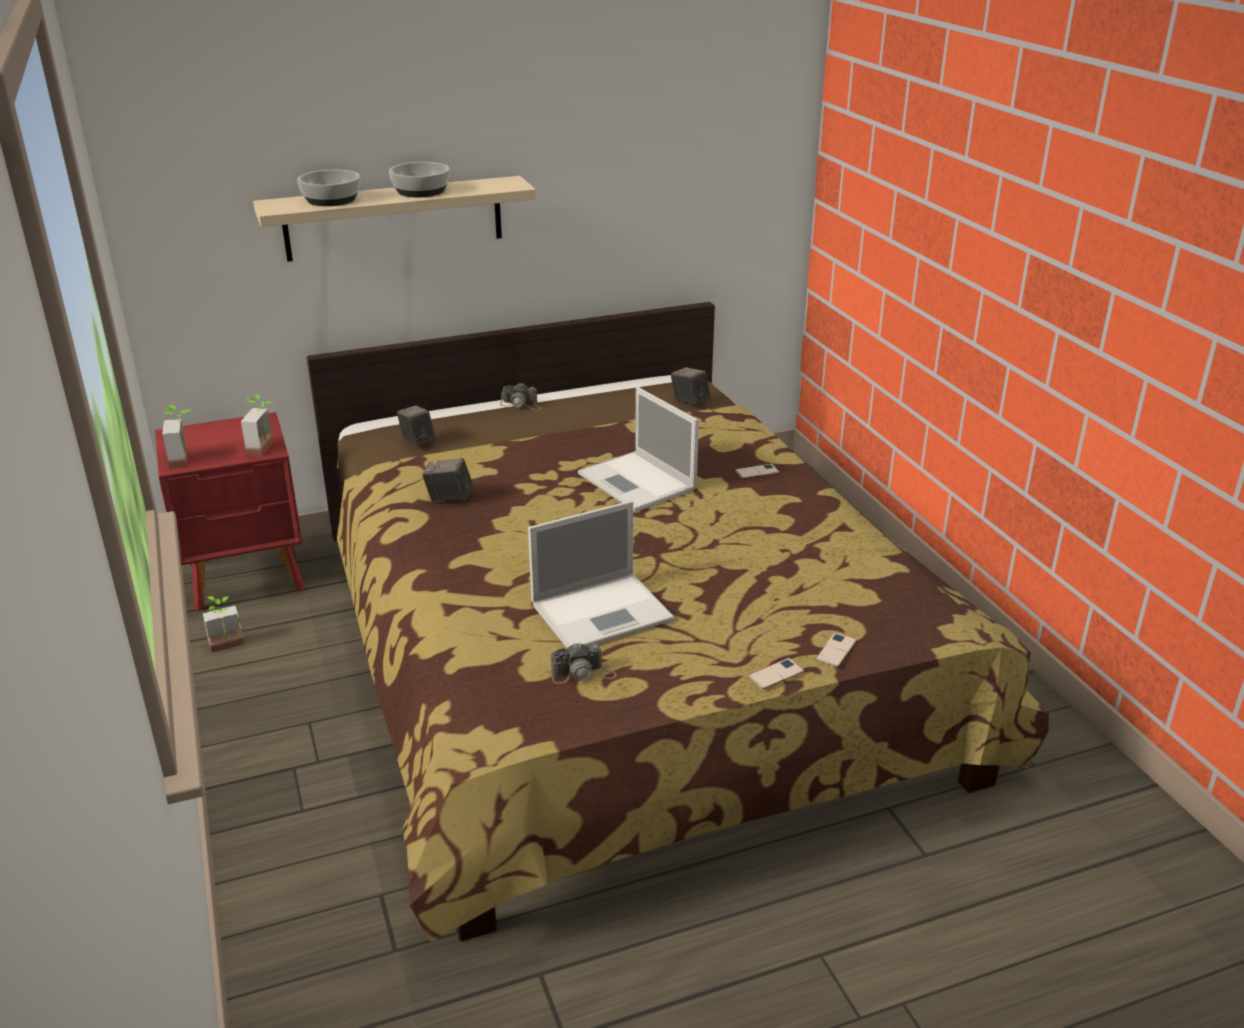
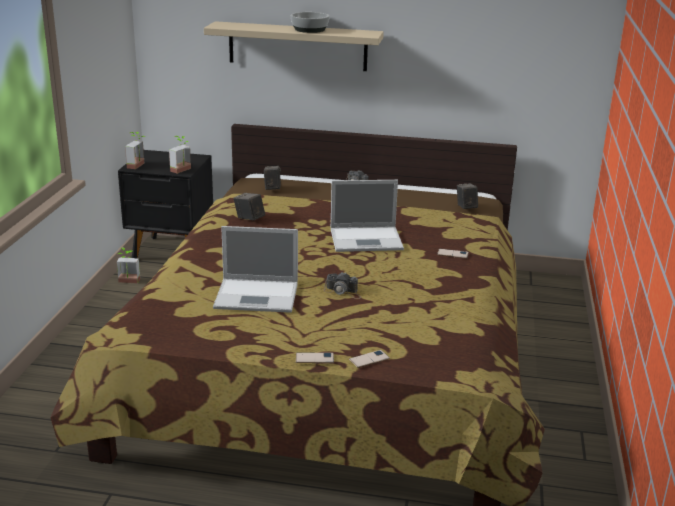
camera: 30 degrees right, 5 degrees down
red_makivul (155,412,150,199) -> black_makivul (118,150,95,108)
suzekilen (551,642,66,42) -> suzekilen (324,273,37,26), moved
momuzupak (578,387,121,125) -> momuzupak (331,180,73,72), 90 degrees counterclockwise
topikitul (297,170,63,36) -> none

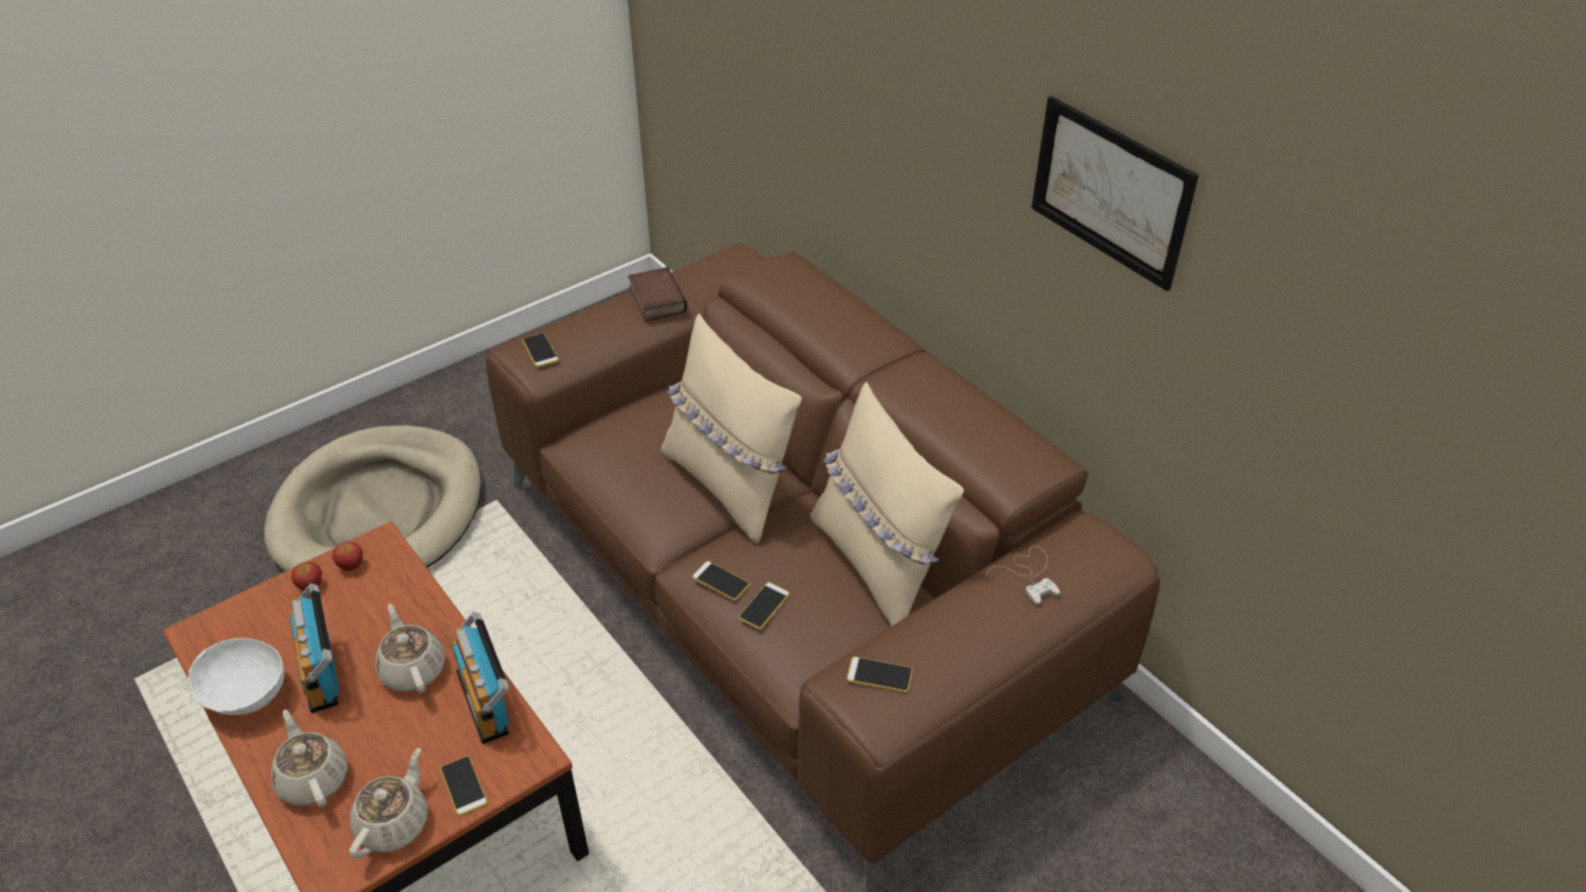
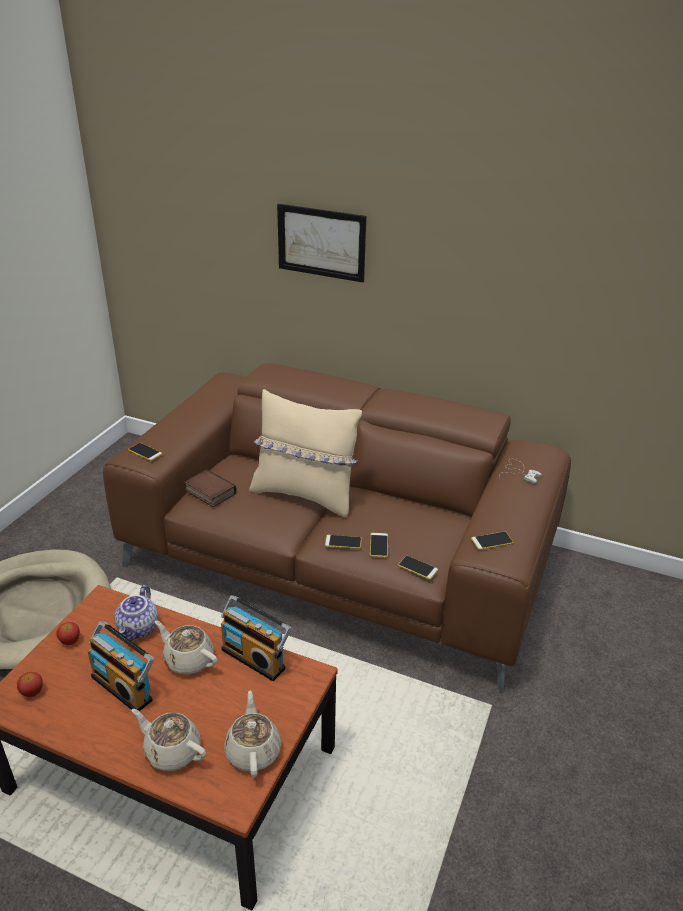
camera: 30 degrees left, 10 degrees down
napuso (333,541,30,30) -> napuso (17,672,26,26), moved
none -> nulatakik (115,585,43,56)
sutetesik (628,267,59,54) -> sutetesik (184,469,53,38), moved
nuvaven (1031,96,168,195) -> nuvaven (277,204,89,79), moved
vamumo (440,756,48,60) -> vamumo (398,556,40,24), moved
white_topikitul (188,638,96,77) -> none
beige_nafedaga (810,382,154,244) -> none

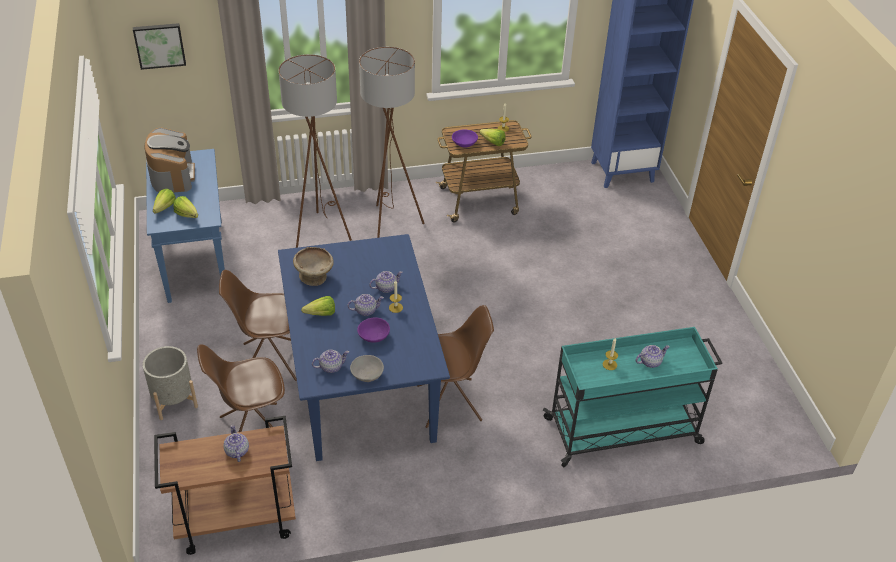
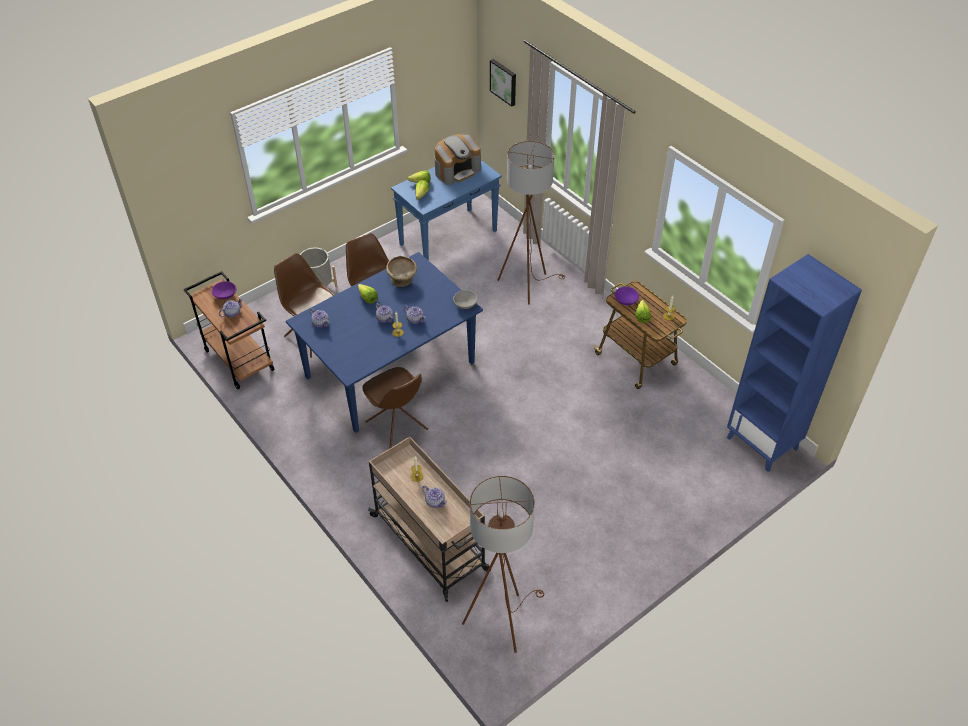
camera: 65 degrees right, 5 degrees up
purple_topikitul (357,317,33,26) -> purple_topikitul (212,281,24,19), moved
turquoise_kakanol (543,327,179,140) -> beige_kakanol (368,437,122,165)
grey_topikitul (350,355,34,27) -> grey_topikitul (453,290,25,19), moved
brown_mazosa (359,47,66,191) -> brown_mazosa (462,476,82,177), moved

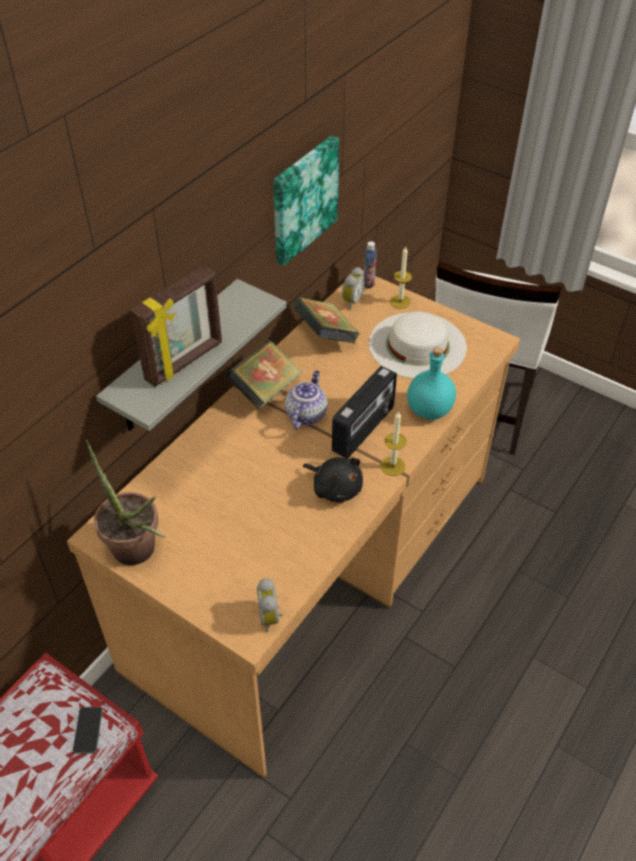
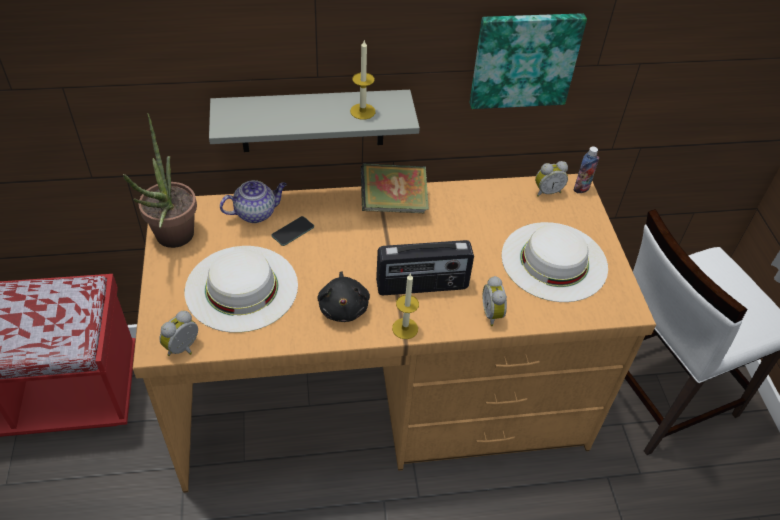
camera: 45 degrees right, 0 degrees up
none -> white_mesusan (185,246,113,87)
nulatakik (285,371,42,58) -> nulatakik (220,180,67,43), moved
vamumo (73,707,30,46) -> vamumo (271,216,43,30), moved
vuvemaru (390,247,22,62) -> vuvemaru (350,40,25,80), moved
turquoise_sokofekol (407,347,49,73) -> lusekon (483,276,24,50)
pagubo (131,265,91,122) -> none
sutetesik (293,297,67,46) -> none

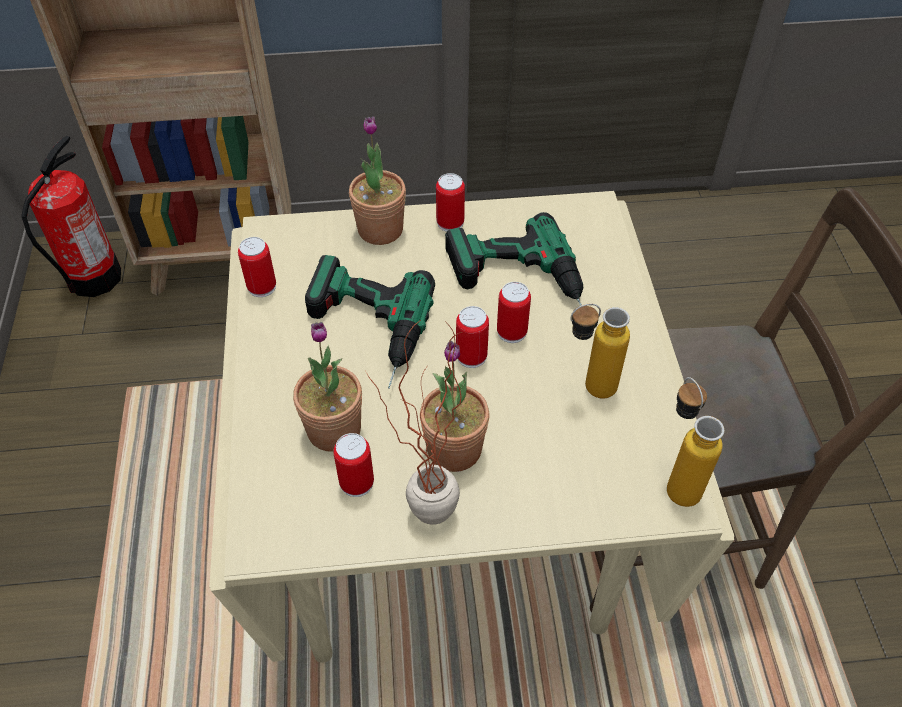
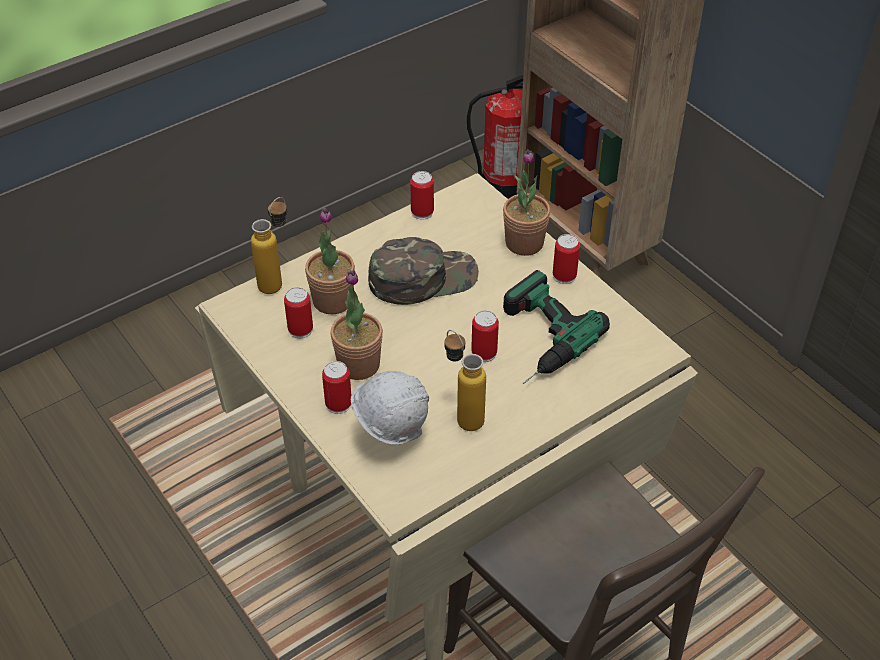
camera: 60 degrees right, 5 degrees down
sokofekol (667,377,58,130) -> sokofekol (251,197,36,97), moved
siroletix (456,306,33,62) -> siroletix (322,361,29,53), moved
none -> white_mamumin (351,371,78,75)
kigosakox (305,255,130,134) -> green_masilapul (368,237,111,68)
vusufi (366,320,96,205) -> none

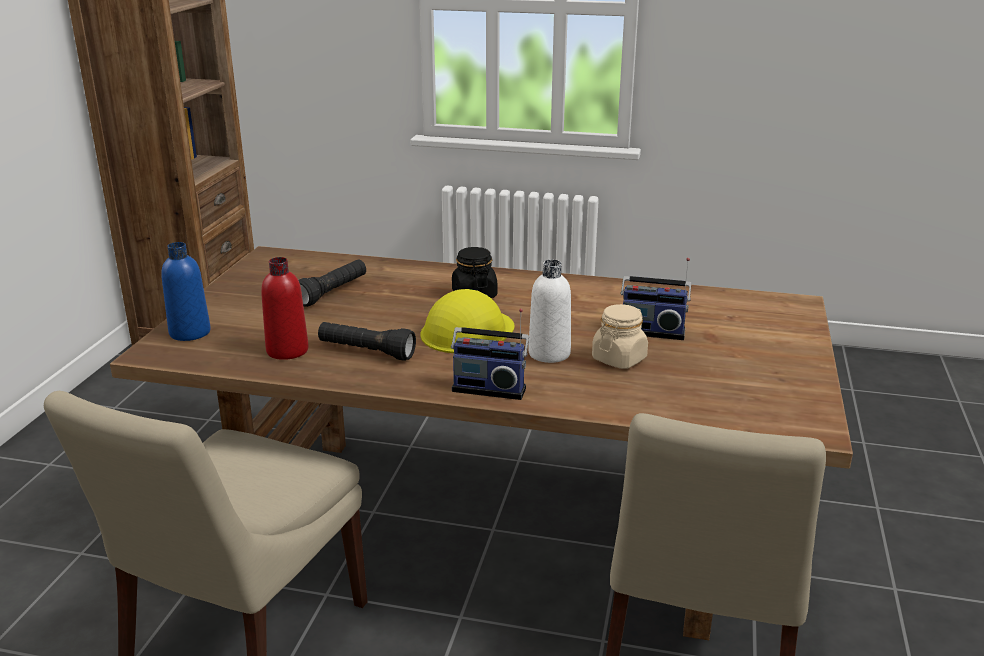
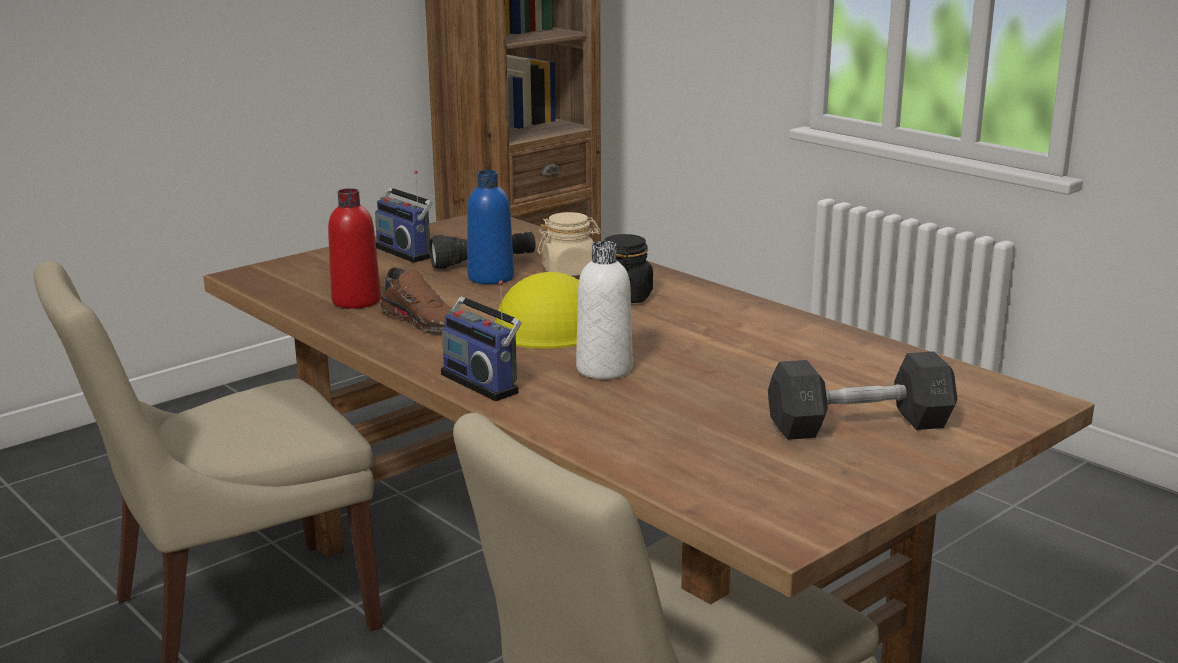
camera: 35 degrees right, 5 degrees down
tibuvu (620,258,71,82) -> tibuvu (375,170,57,93), moved
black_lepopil (318,322,98,39) -> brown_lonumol (380,267,72,65)
blue_sokofekol (161,242,50,99) -> blue_sokofekol (467,170,47,114), moved
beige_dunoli (592,304,56,65) -> beige_dunoli (538,212,63,64), moved
none -> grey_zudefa (768,351,190,89)

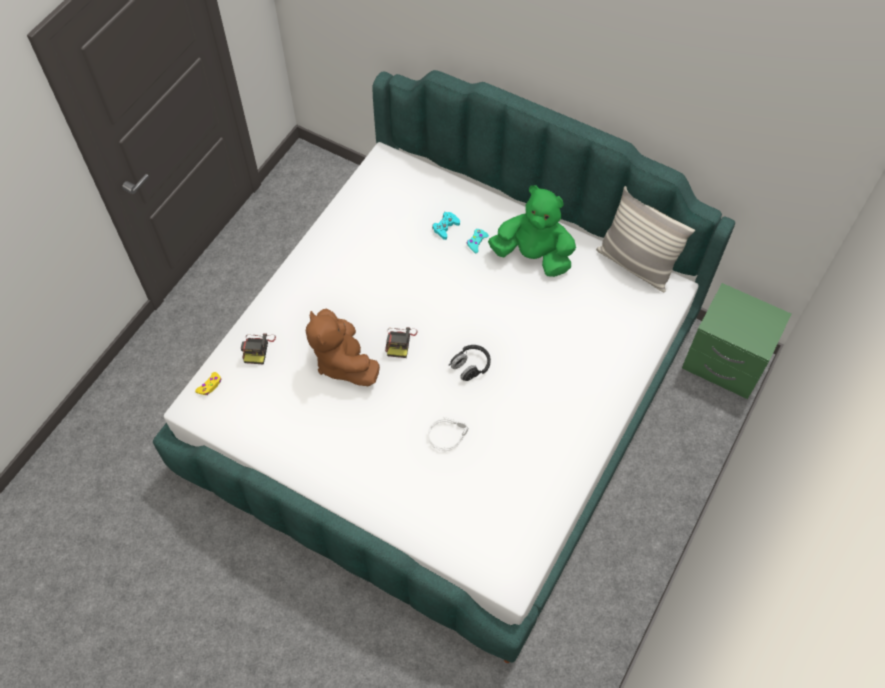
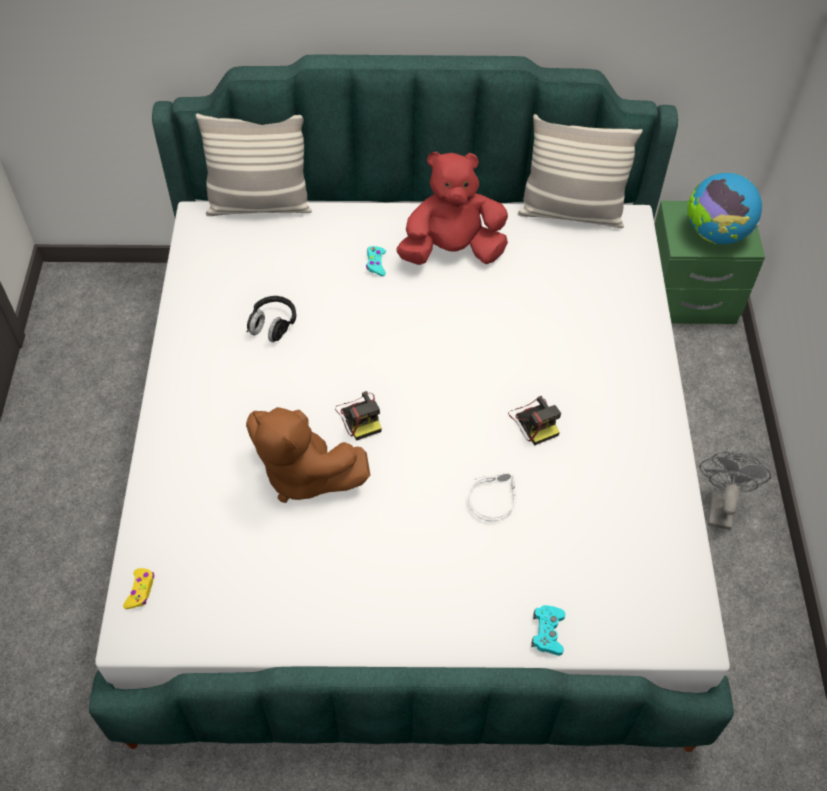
camera: 30 degrees left, 5 degrees down
none -> nafedaga (196,113,116,103)
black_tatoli (449,345,42,36) -> black_tatoli (246,296,50,46), moved
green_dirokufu (488,185,88,92) -> red_dirokufu (396,152,112,113)
suzekilen (241,333,35,32) -> suzekilen (508,396,53,49), moved
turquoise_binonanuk (432,212,28,28) -> turquoise_binonanuk (531,605,35,51), moved
none -> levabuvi (687,173,75,71)
none -> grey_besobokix (699,451,72,79)

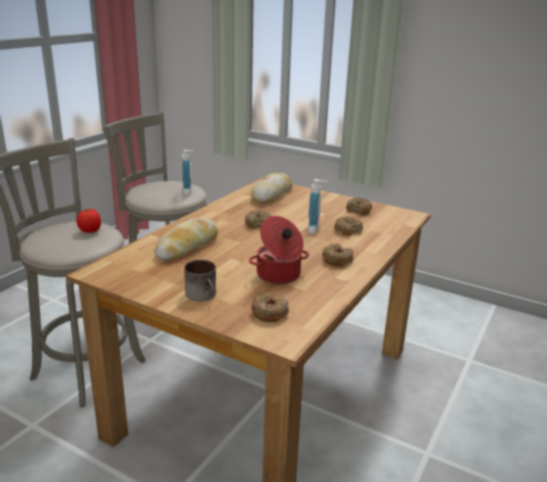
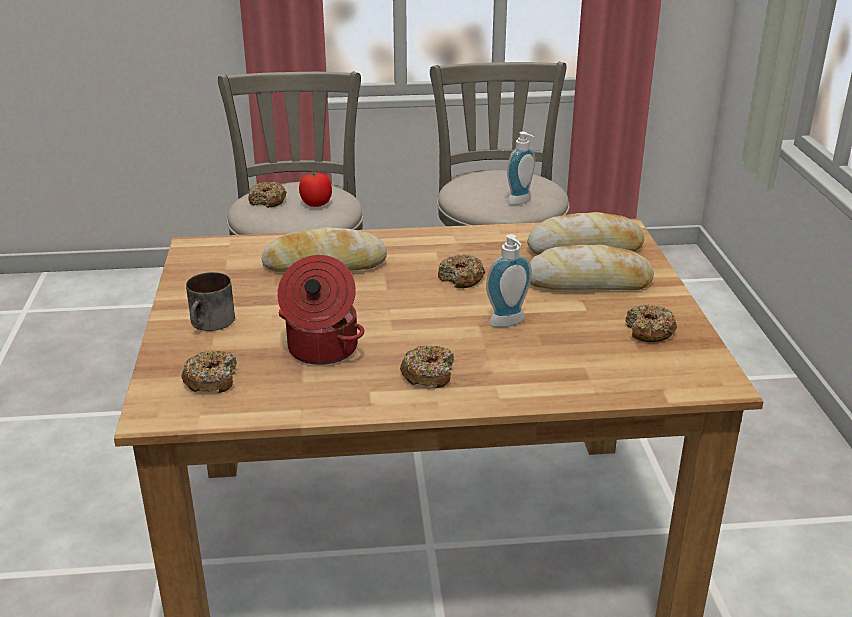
camera: 55 degrees right, 5 degrees up
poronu (334,216,29,20) -> poronu (248,181,39,27), moved
none -> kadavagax (530,245,124,45)

